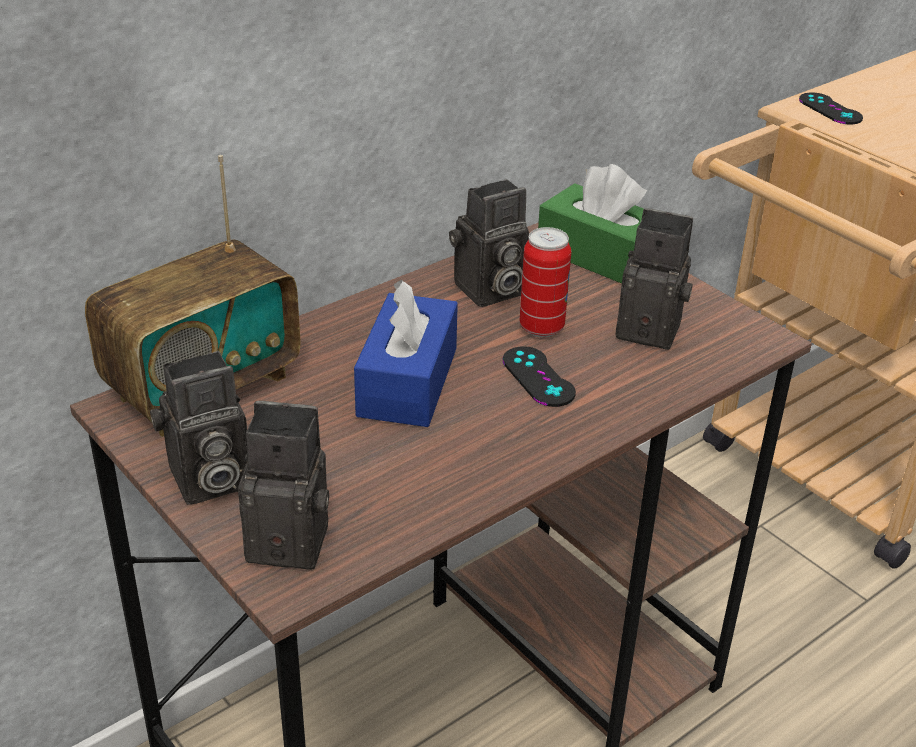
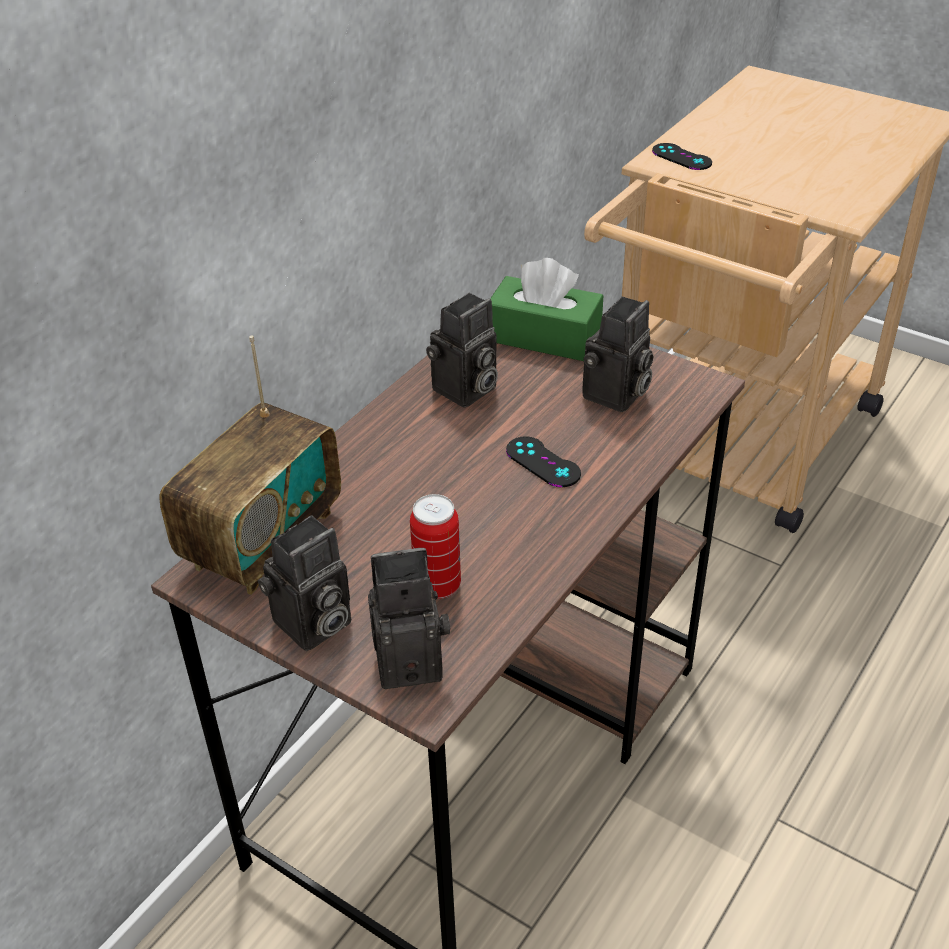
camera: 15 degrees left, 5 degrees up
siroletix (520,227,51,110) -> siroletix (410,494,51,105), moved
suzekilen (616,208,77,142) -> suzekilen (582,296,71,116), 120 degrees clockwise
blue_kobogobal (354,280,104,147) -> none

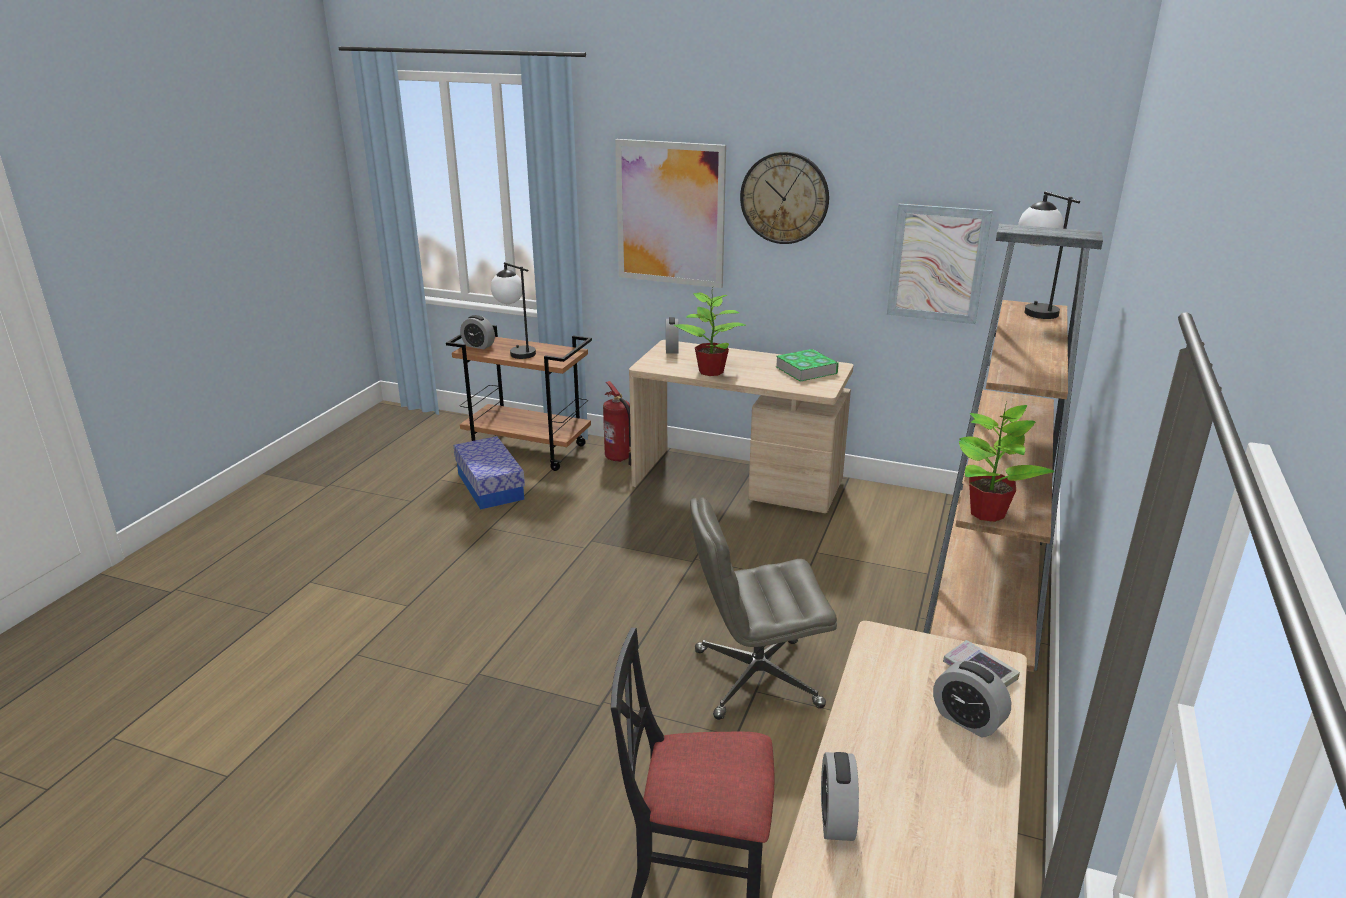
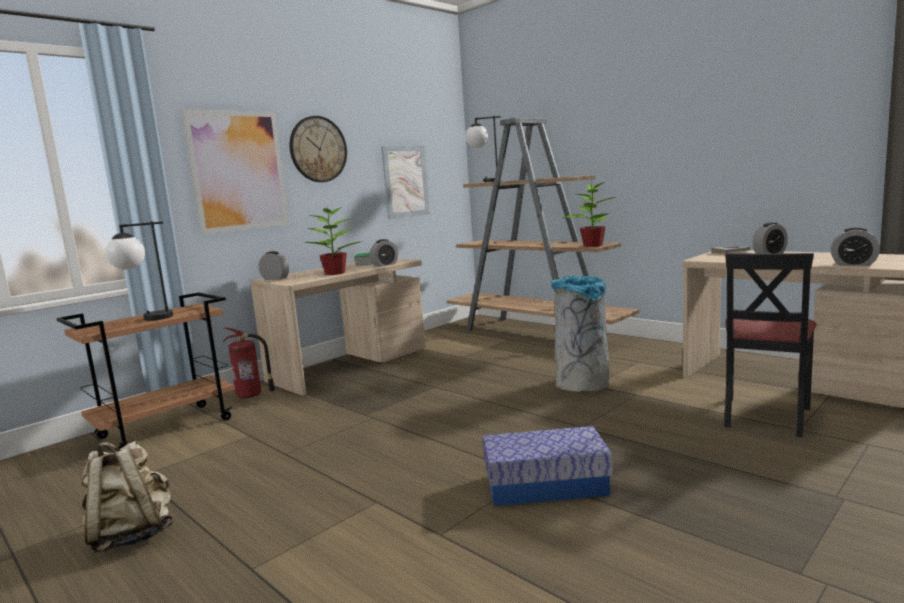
camera: 65 degrees left, 15 degrees down
none -> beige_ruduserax (81,441,92,112)
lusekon (460,315,35,34) -> lusekon (370,239,28,28), moved
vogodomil (454,436,71,73) -> vogodomil (483,426,130,80), moved
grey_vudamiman (690,498,147,222) -> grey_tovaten (551,275,59,117)

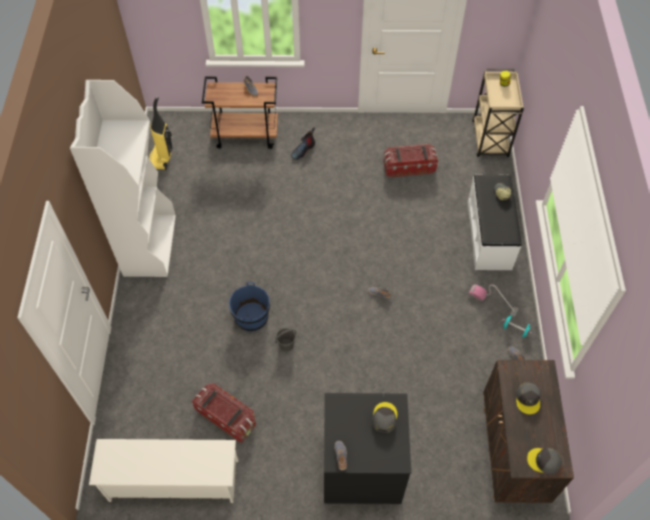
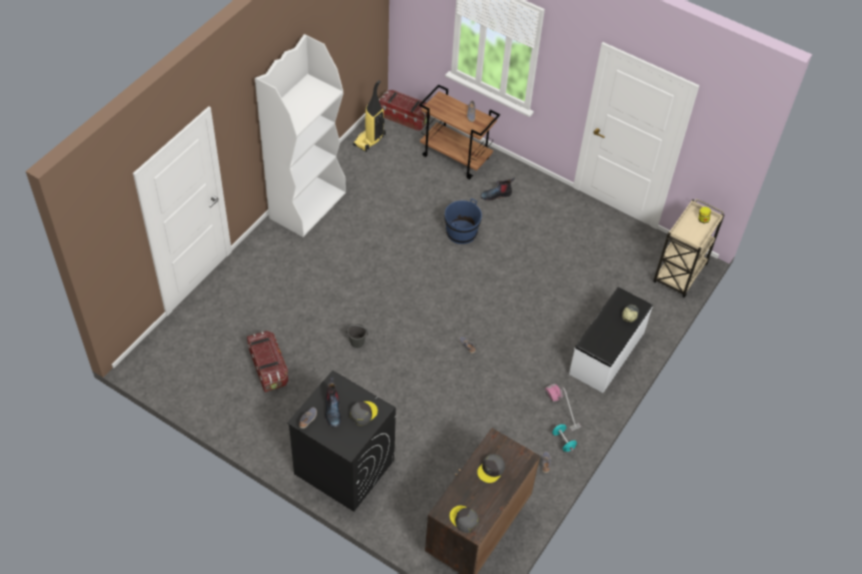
camera: 30 degrees right, 5 degrees down
none -> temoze (325,377,16,50)
vogodomil (384,144,54,34) -> vogodomil (379,90,51,41), moved
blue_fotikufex (229,282,41,50) -> blue_fotikufex (444,198,38,46), moved
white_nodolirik (89,439,149,64) -> none

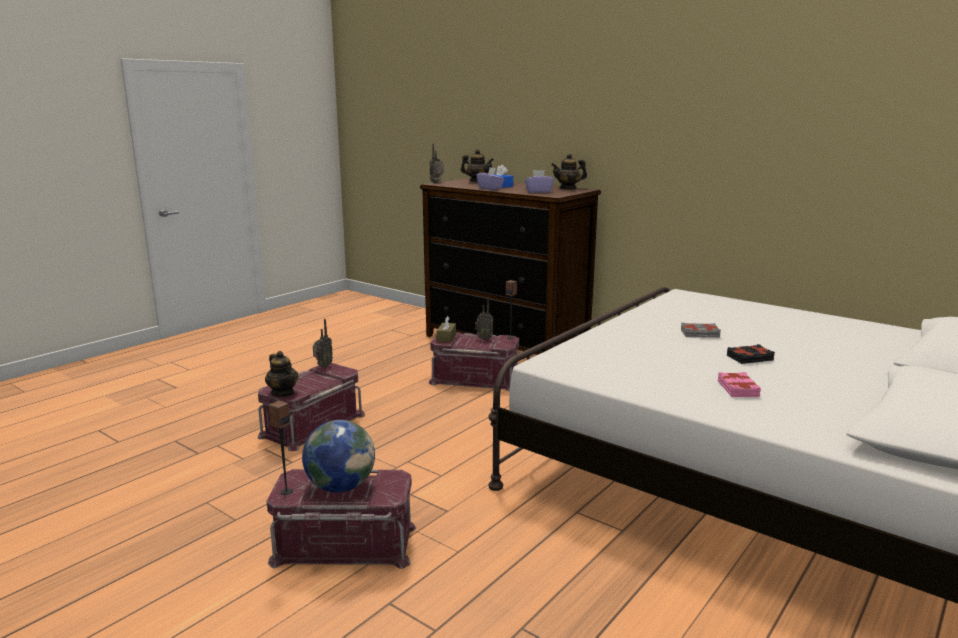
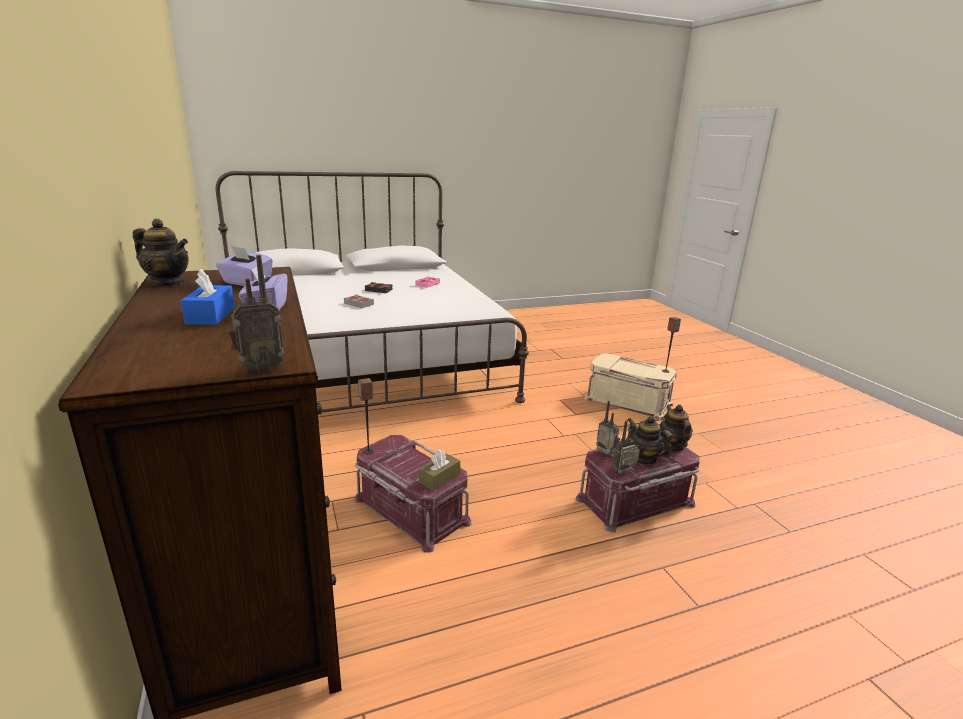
camera: 150 degrees left, 5 degrees up
red_vogodomil (266,469,150,100) -> beige_vogodomil (584,353,93,67)
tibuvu (475,298,18,42) -> tibuvu (596,401,24,54), moved
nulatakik (461,149,33,33) -> nulatakik (628,416,44,49), moved
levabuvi (302,420,73,73) -> none

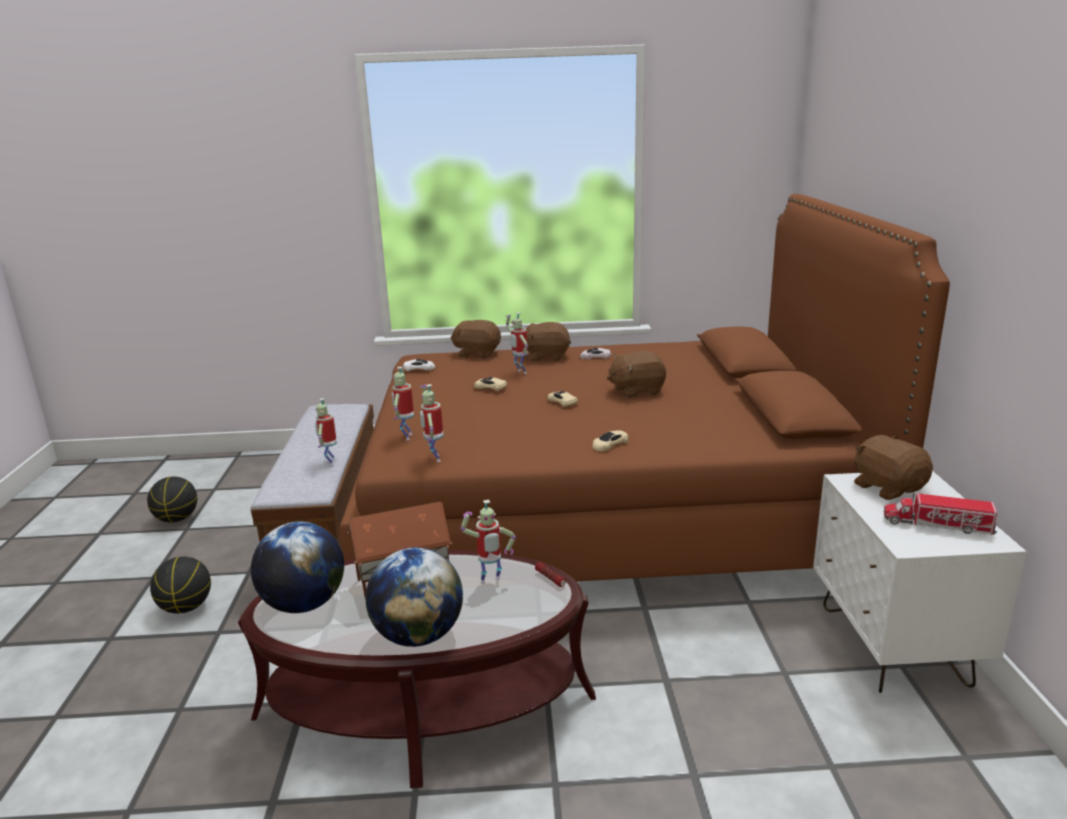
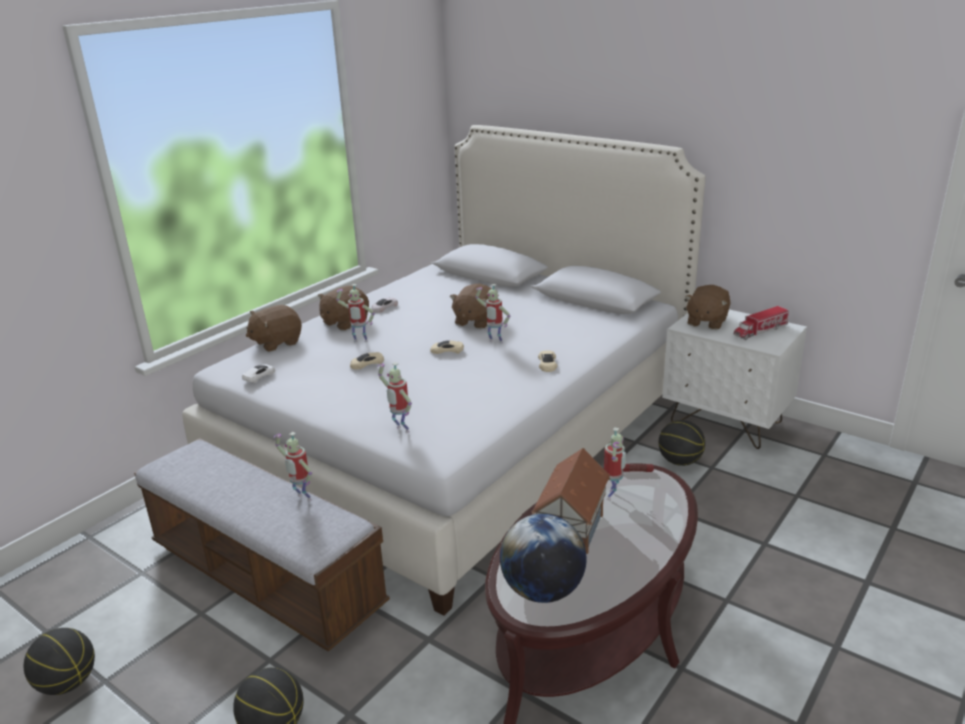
camera: 50 degrees left, 5 degrees up
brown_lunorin (339,194,611,387) -> white_lunorin (182,125,524,491)
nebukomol (419,384,24,78) -> nebukomol (475,284,35,59), moved
none -> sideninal (659,420,46,46)
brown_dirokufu (854,435,79,65) -> brown_dirokufu (685,285,45,45), 75 degrees counterclockwise
levabuvi (366,548,97,99) -> none

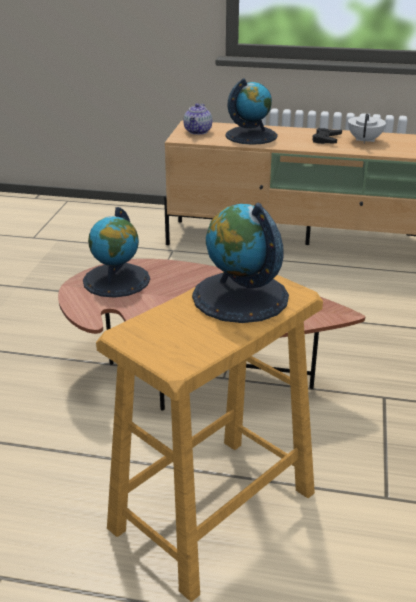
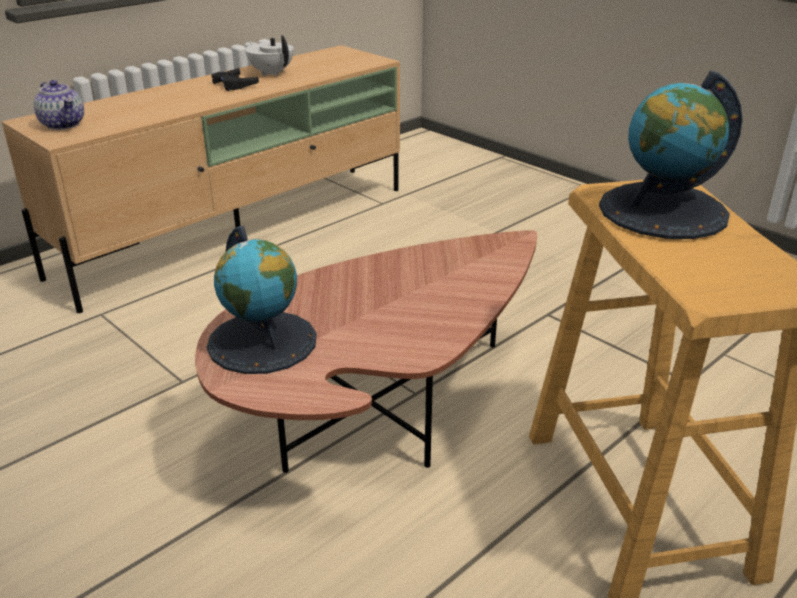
camera: 55 degrees left, 0 degrees up
levabuvi (225,78,53,67) -> none

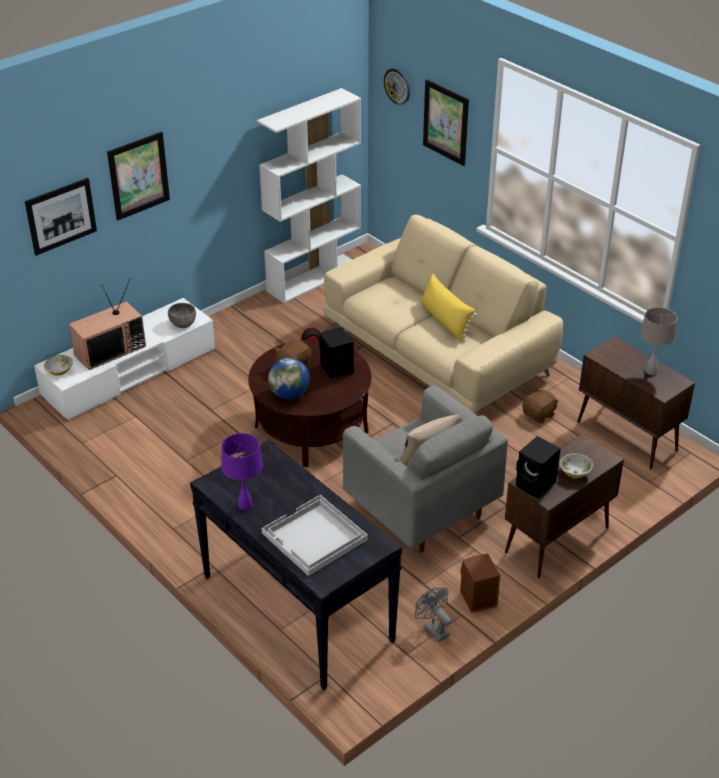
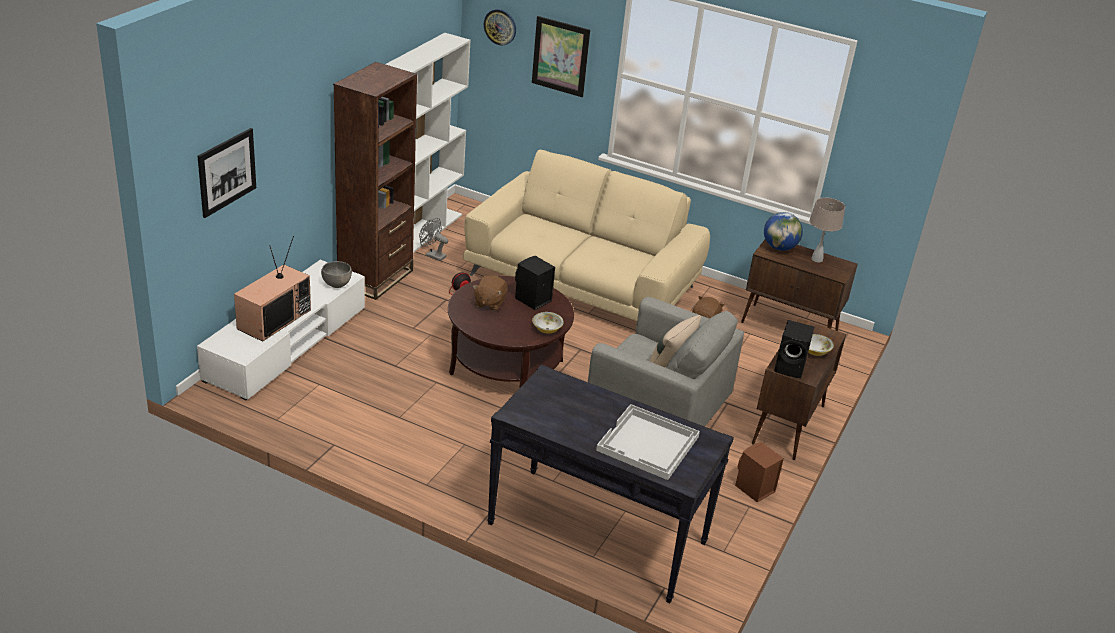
camera: 25 degrees left, 5 degrees down
none -> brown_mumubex (333,62,84,238)
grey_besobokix (415,587,36,55) -> grey_besobokix (419,218,29,43), moved
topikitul (44,355,29,21) -> topikitul (532,312,32,22), moved
levabuvi (268,358,42,41) -> levabuvi (764,212,39,39), moved
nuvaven (107,132,63,89) -> none
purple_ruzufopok (221,433,42,77) -> none
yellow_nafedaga (421,274,56,68) -> none

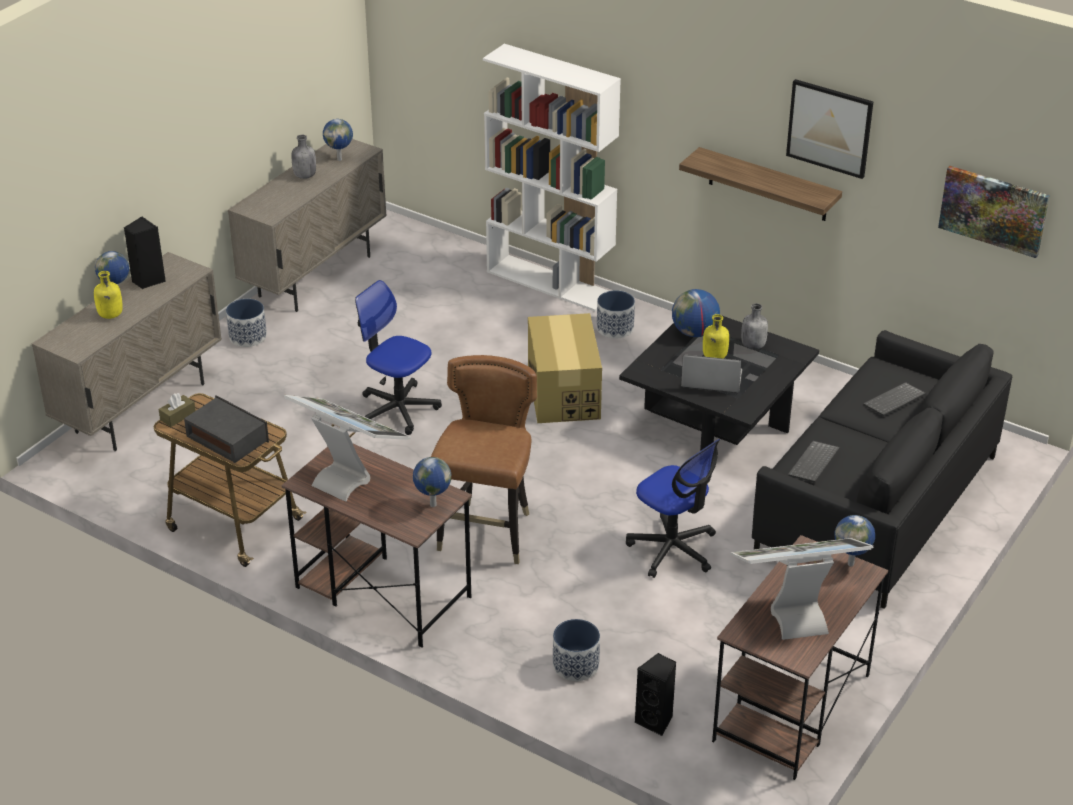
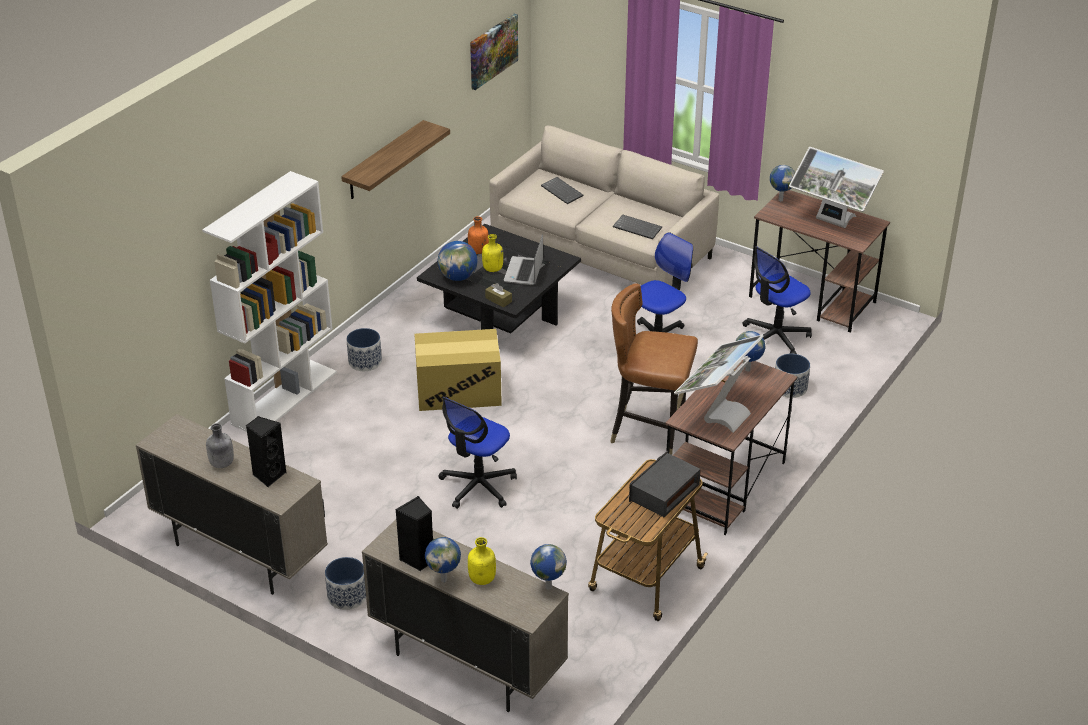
camera: 90 degrees left, 0 degrees up
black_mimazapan (635,653,41,83) -> black_mimazapan (246,416,40,71), moved
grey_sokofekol (741,303,27,47) -> orange_sokofekol (468,216,21,38)
brown_kobogobal (159,393,37,34) -> brown_kobogobal (485,283,27,24), moved
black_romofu (752,330,260,279) -> beige_romofu (489,125,231,161)
levabuvi (323,119,30,42) -> levabuvi (530,544,37,46), moved
none -> vudamiman (742,246,70,108)
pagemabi (731,538,143,102) -> pagemabi (789,147,95,81), 45 degrees counterclockwise
nuvaven (786,79,87,100) -> none

